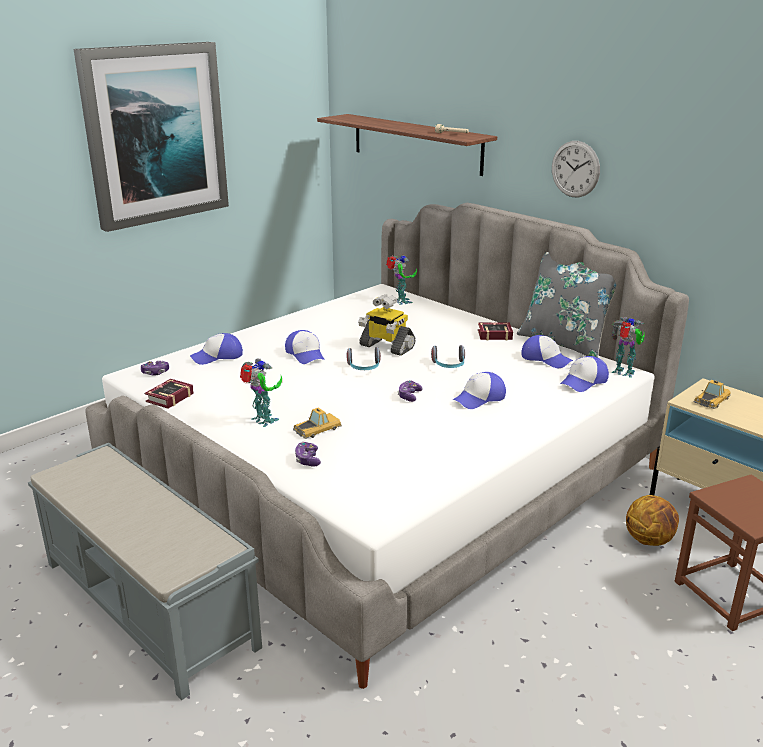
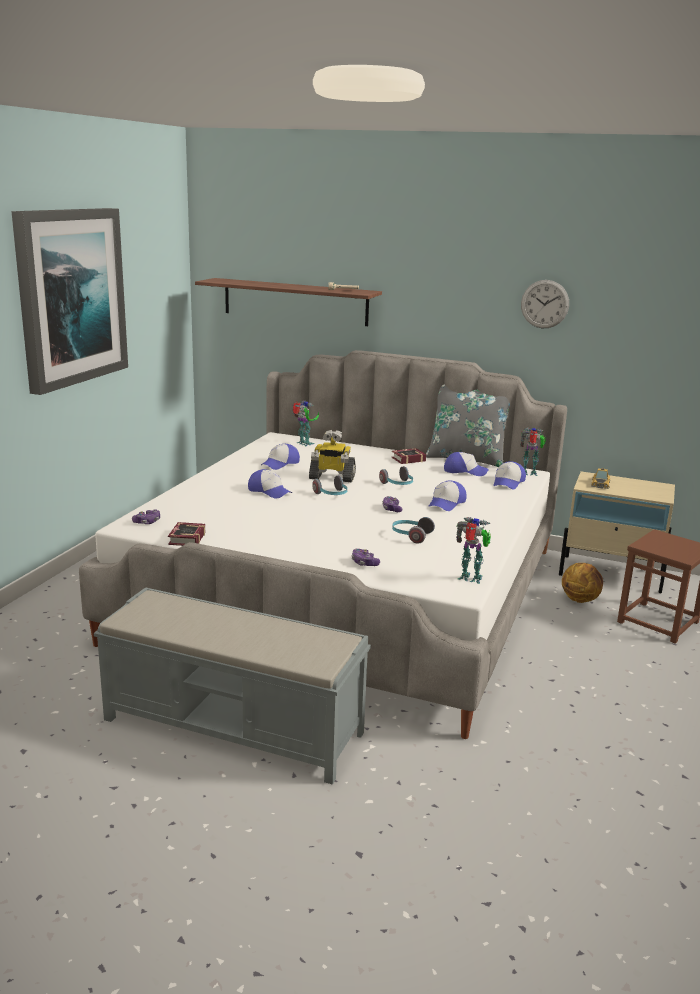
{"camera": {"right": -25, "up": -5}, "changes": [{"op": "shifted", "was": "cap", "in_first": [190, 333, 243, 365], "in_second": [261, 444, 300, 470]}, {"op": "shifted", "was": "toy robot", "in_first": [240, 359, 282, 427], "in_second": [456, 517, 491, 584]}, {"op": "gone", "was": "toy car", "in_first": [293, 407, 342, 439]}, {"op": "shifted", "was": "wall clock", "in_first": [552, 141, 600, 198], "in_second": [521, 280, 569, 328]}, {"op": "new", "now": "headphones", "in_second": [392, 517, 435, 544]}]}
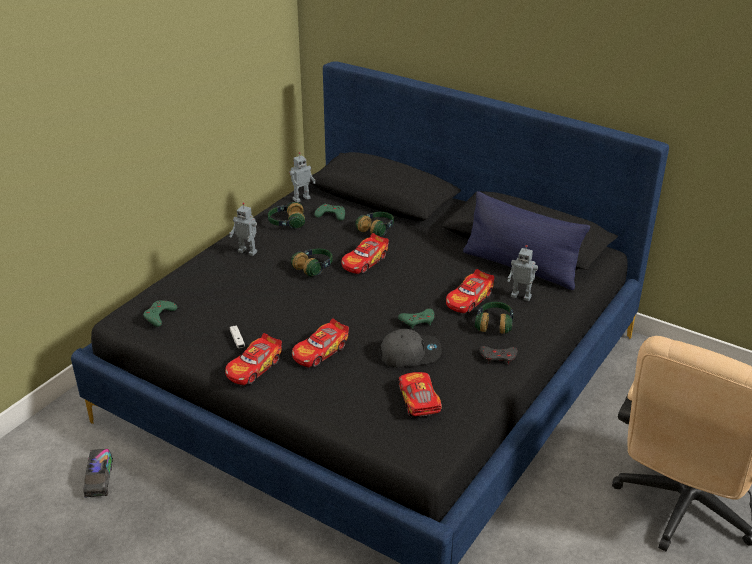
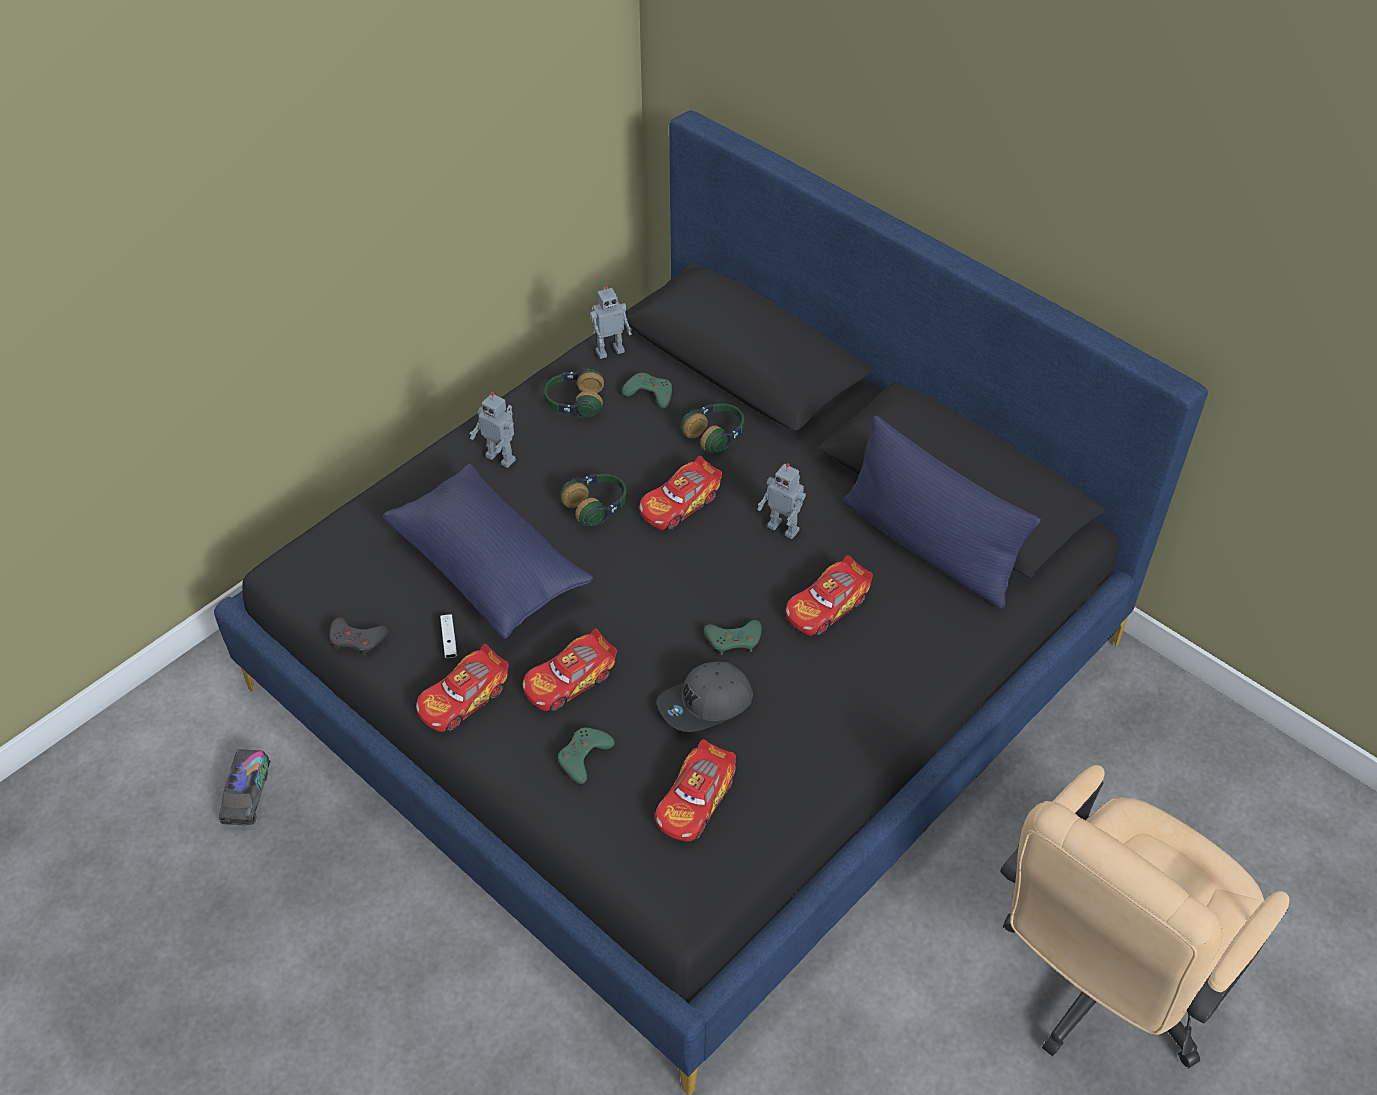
{"camera": {"right": 10, "up": 15}, "changes": [{"op": "shifted", "was": "game controller (green)", "in_first": [143, 300, 177, 327], "in_second": [558, 727, 615, 784]}, {"op": "rotated", "was": "cap (grey)", "in_first": [379, 329, 442, 367], "in_second": [657, 662, 753, 732], "clockwise": 150}, {"op": "rotated", "was": "toy car", "in_first": [399, 372, 442, 416], "in_second": [655, 740, 736, 842], "clockwise": -150}, {"op": "gone", "was": "headphones", "in_first": [475, 302, 513, 334]}, {"op": "shifted", "was": "game controller (grey)", "in_first": [479, 346, 518, 365], "in_second": [329, 618, 388, 655]}, {"op": "shifted", "was": "toy robot", "in_first": [507, 245, 538, 301], "in_second": [757, 463, 806, 539]}, {"op": "new", "now": "pillow (blue)", "in_second": [383, 464, 593, 639]}]}
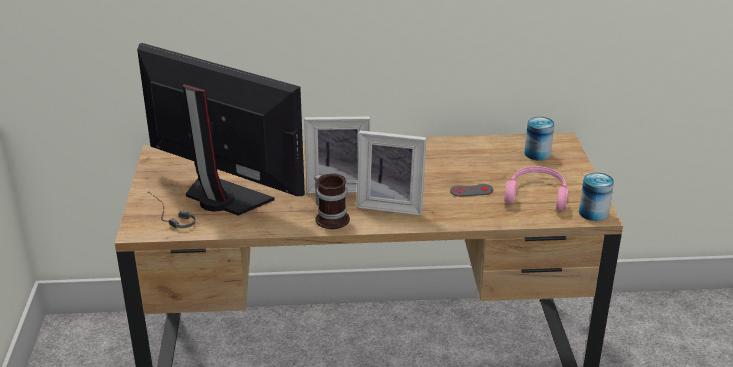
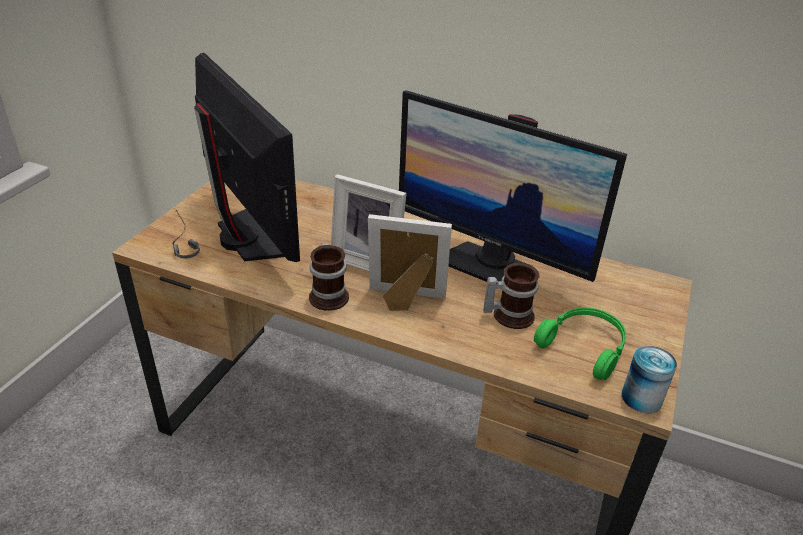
{"camera": {"right": 25, "up": 5}, "changes": [{"op": "rotated", "was": "picture frame", "in_first": [357, 130, 427, 216], "in_second": [368, 214, 452, 311], "clockwise": 150}, {"op": "swapped", "was": "game controller (grey)", "now": "mug", "in_first": [450, 184, 494, 197], "in_second": [483, 263, 539, 329]}, {"op": "repainted", "was": "headphones (pink)", "now": "headphones (green)", "in_first": [505, 166, 568, 211], "in_second": [534, 308, 626, 380]}, {"op": "gone", "was": "can", "in_first": [524, 117, 554, 161]}, {"op": "new", "now": "monitor", "in_second": [399, 90, 627, 282]}]}
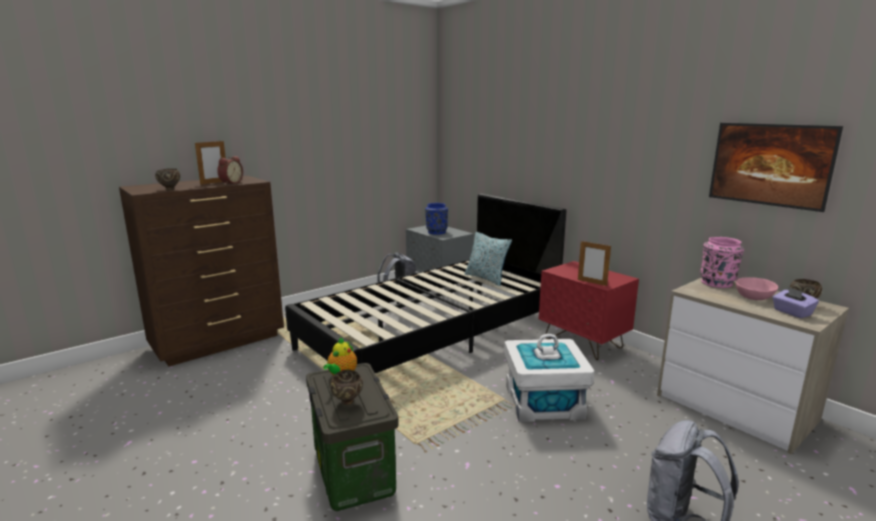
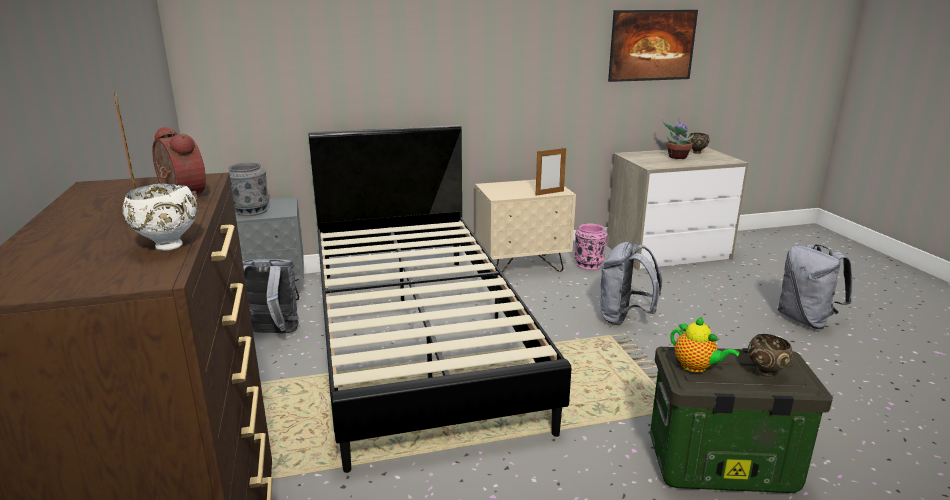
{"camera": {"right": -65, "up": 5}, "changes": [{"op": "repainted", "was": "bowl (brown)", "now": "bowl (white)", "in_first": [155, 169, 180, 190], "in_second": [122, 183, 197, 251]}, {"op": "repainted", "was": "vase (blue)", "now": "vase (grey)", "in_first": [425, 203, 448, 235], "in_second": [228, 163, 269, 216]}, {"op": "gone", "was": "pillow", "in_first": [465, 232, 512, 286]}, {"op": "swapped", "was": "storage box (white)", "now": "backpack (grey)", "in_first": [504, 334, 595, 422], "in_second": [600, 242, 662, 325]}, {"op": "repainted", "was": "nightstand (red)", "now": "nightstand (beige)", "in_first": [539, 261, 639, 360], "in_second": [475, 180, 576, 273]}, {"op": "shifted", "was": "vase (pink)", "in_first": [700, 237, 744, 288], "in_second": [574, 223, 607, 270]}, {"op": "swapped", "was": "bowl (pink)", "now": "potted plant", "in_first": [736, 277, 778, 300], "in_second": [663, 117, 694, 159]}, {"op": "gone", "was": "tissue box (purple)", "in_first": [772, 287, 819, 318]}]}
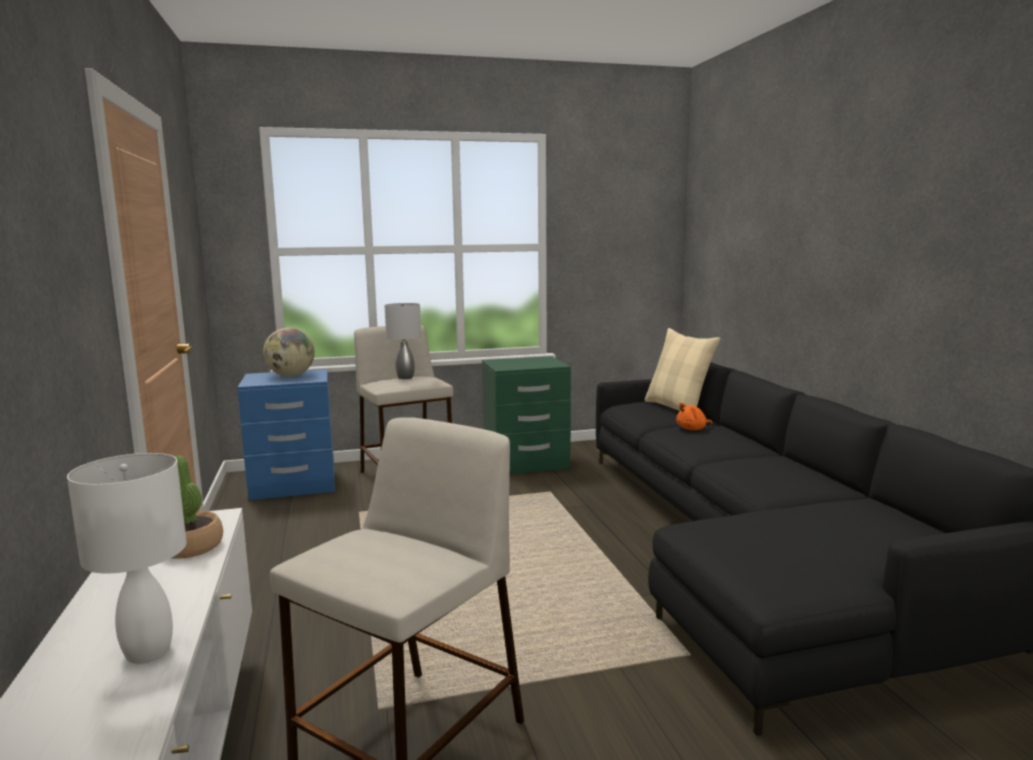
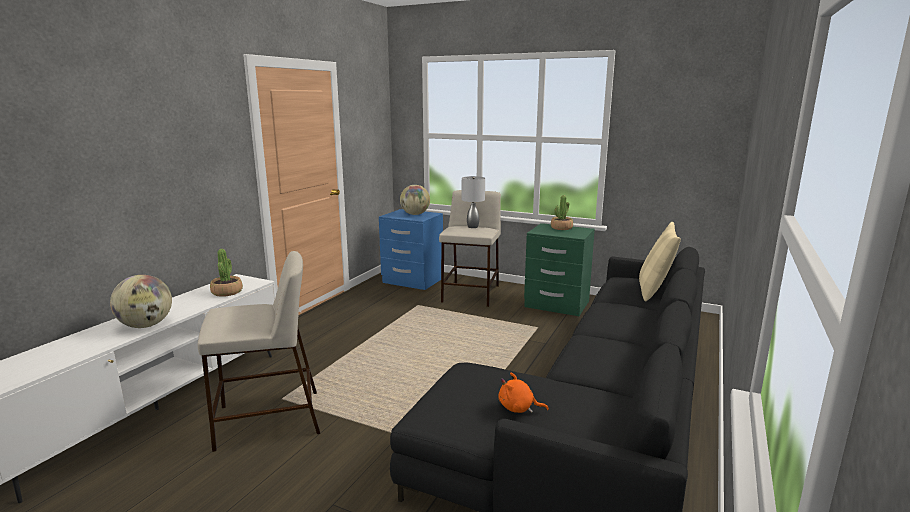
{"camera": {"right": 40, "up": 5}, "changes": [{"op": "swapped", "was": "table lamp (white)", "now": "globe", "in_first": [67, 453, 187, 664], "in_second": [110, 275, 172, 328]}, {"op": "shifted", "was": "plush toy (orange)", "in_first": [676, 403, 712, 430], "in_second": [499, 373, 549, 413]}, {"op": "new", "now": "potted plant", "in_second": [551, 195, 573, 230]}]}
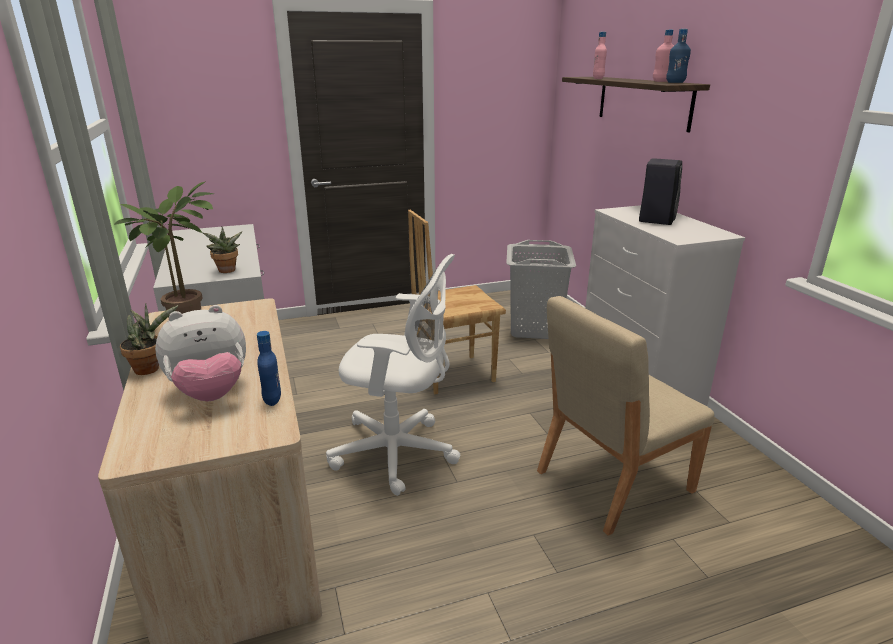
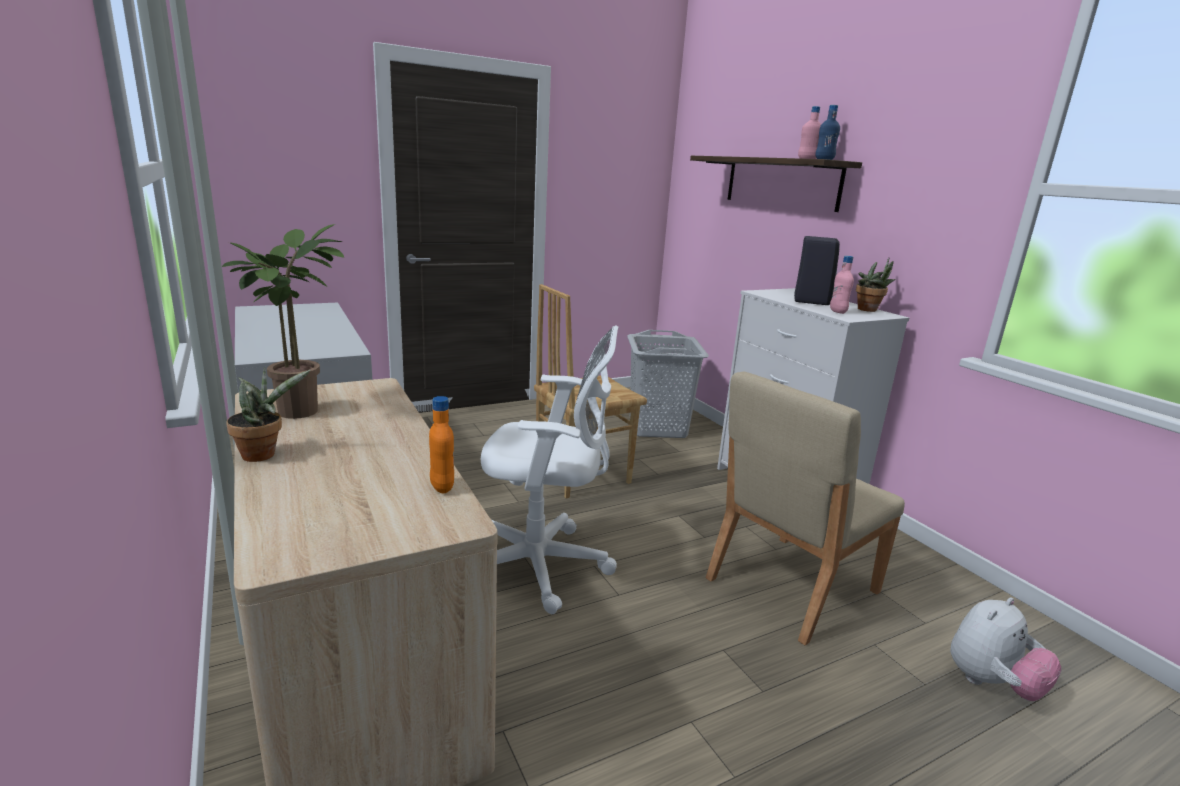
{"camera": {"right": -10, "up": -5}, "changes": [{"op": "shifted", "was": "plush toy", "in_first": [155, 305, 246, 401], "in_second": [950, 597, 1061, 701]}, {"op": "shifted", "was": "potted plant", "in_first": [203, 227, 242, 273], "in_second": [856, 258, 896, 312]}, {"op": "repainted", "was": "bottle (blue)", "now": "bottle (orange)", "in_first": [257, 331, 281, 406], "in_second": [429, 396, 454, 493]}, {"op": "shifted", "was": "bottle (pink)", "in_first": [593, 32, 607, 79], "in_second": [830, 256, 854, 314]}]}
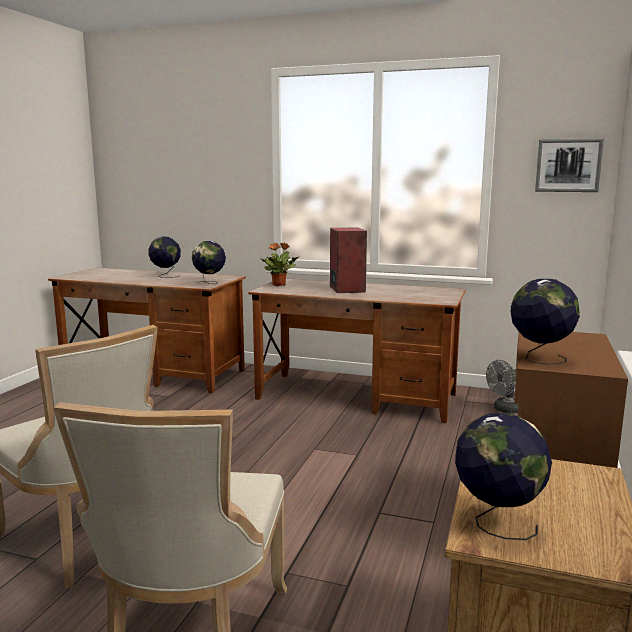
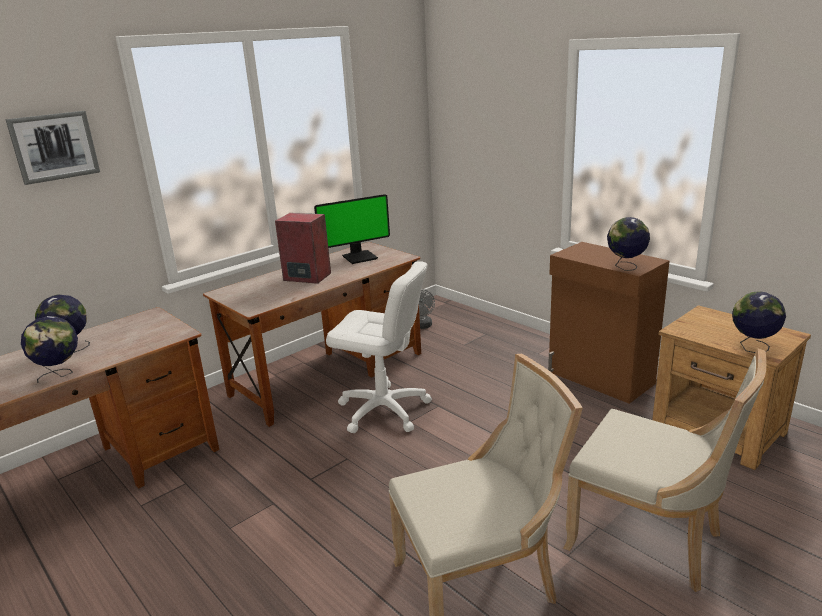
{"camera": {"right": -60, "up": 10}, "changes": [{"op": "shifted", "was": "globe", "in_first": [192, 241, 226, 284], "in_second": [21, 316, 78, 383]}, {"op": "gone", "was": "potted plant", "in_first": [261, 243, 298, 286]}, {"op": "shifted", "was": "picture", "in_first": [535, 138, 604, 192], "in_second": [5, 111, 100, 185]}, {"op": "new", "now": "monitor", "in_second": [314, 194, 390, 264]}, {"op": "new", "now": "office chair (white)", "in_second": [326, 261, 432, 433]}]}
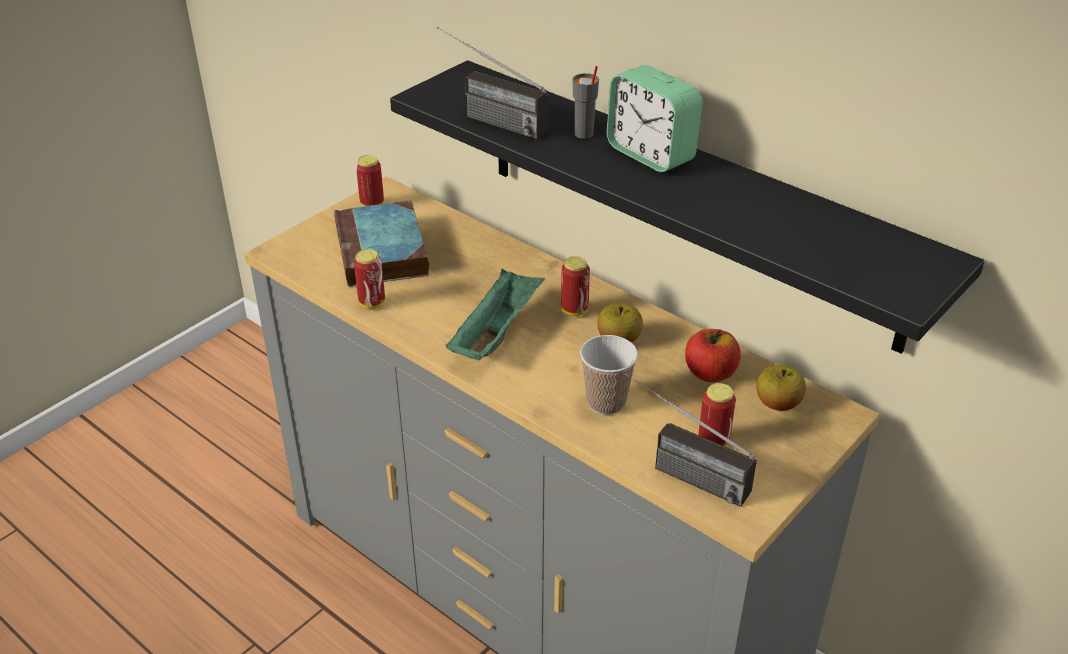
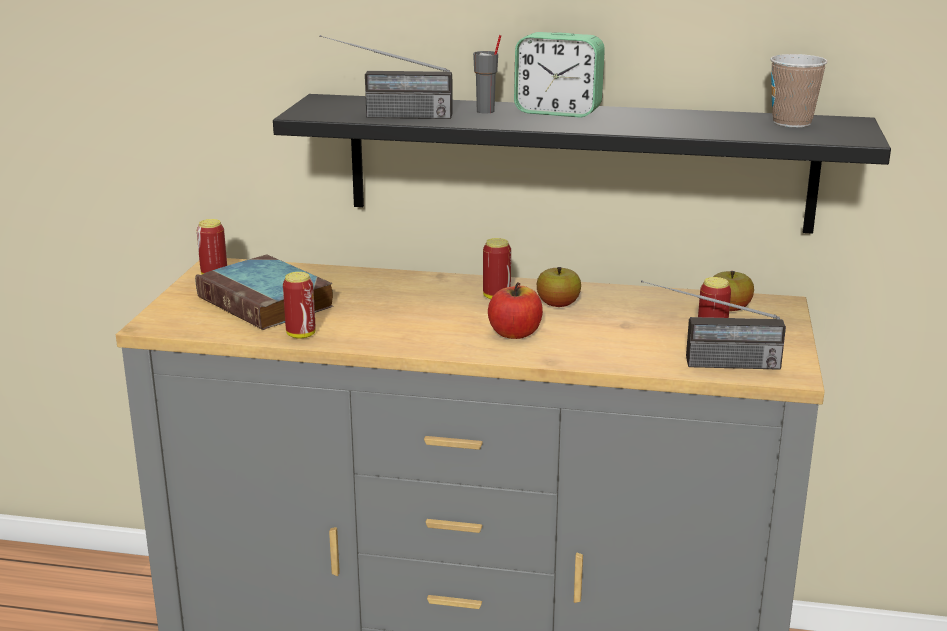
{"camera": {"right": -30, "up": -15}, "changes": [{"op": "gone", "was": "tray (green)", "in_first": [446, 269, 545, 360]}, {"op": "shifted", "was": "cup", "in_first": [580, 335, 638, 415], "in_second": [770, 54, 828, 128]}, {"op": "shifted", "was": "apple", "in_first": [685, 329, 741, 382], "in_second": [488, 282, 543, 339]}]}
